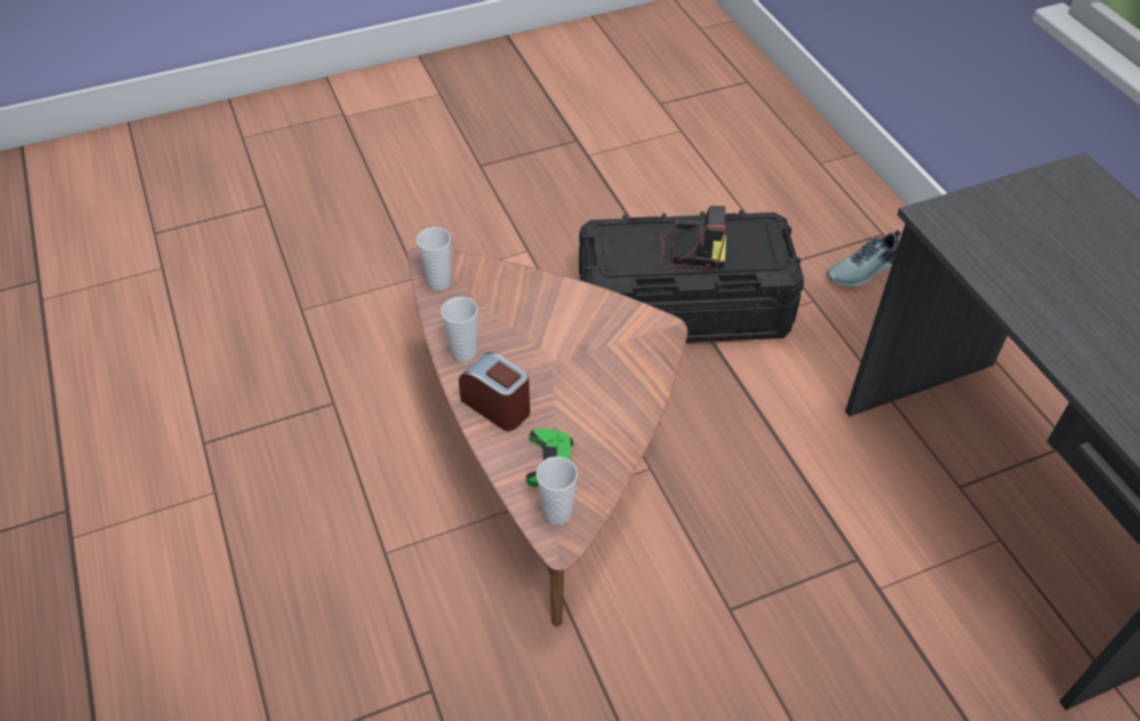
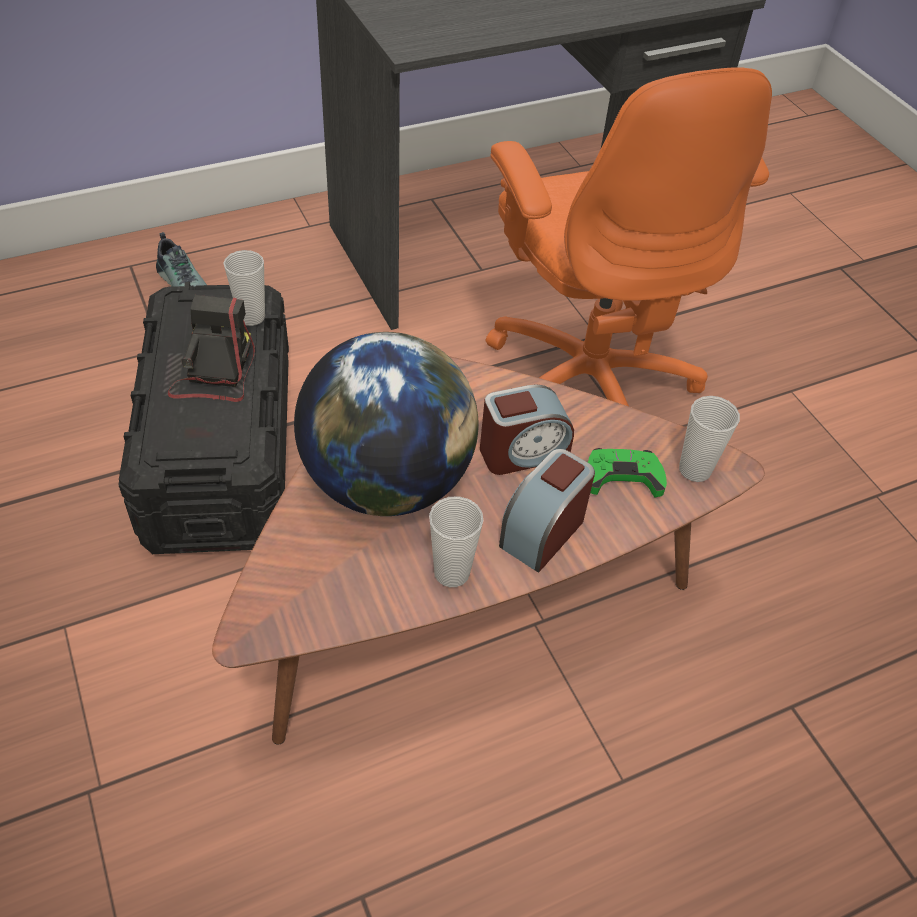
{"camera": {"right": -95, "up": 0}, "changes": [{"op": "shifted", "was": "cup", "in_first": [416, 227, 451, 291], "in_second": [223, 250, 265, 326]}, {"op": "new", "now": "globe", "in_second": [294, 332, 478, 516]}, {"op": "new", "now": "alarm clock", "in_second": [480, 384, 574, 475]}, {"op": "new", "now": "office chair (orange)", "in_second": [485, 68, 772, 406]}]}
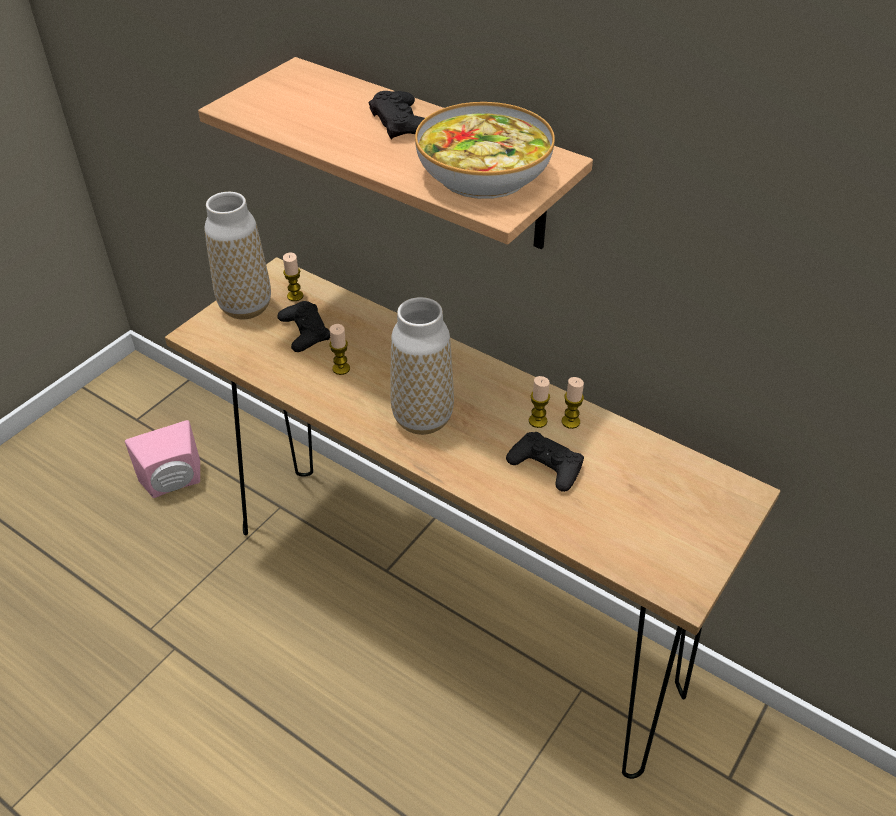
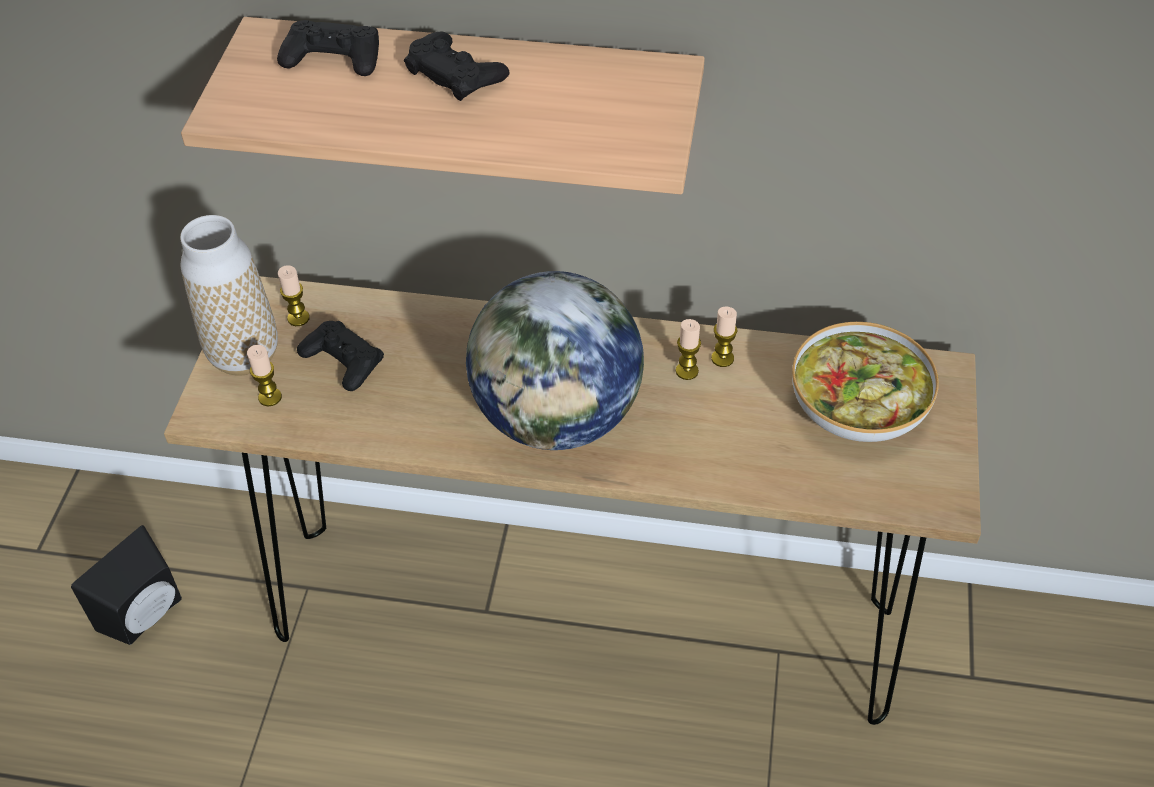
{"camera": {"right": -25, "up": 5}, "changes": [{"op": "repainted", "was": "speaker (pink)", "now": "speaker (black)", "in_first": [125, 420, 200, 498], "in_second": [71, 525, 182, 645]}, {"op": "shifted", "was": "candle", "in_first": [329, 324, 350, 375], "in_second": [247, 345, 282, 406]}, {"op": "swapped", "was": "vase", "now": "globe", "in_first": [390, 297, 454, 435], "in_second": [466, 271, 644, 450]}, {"op": "shifted", "was": "bowl", "in_first": [415, 102, 555, 199], "in_second": [792, 322, 939, 442]}, {"op": "shifted", "was": "game controller (black)", "in_first": [506, 432, 584, 492], "in_second": [277, 20, 379, 76]}]}
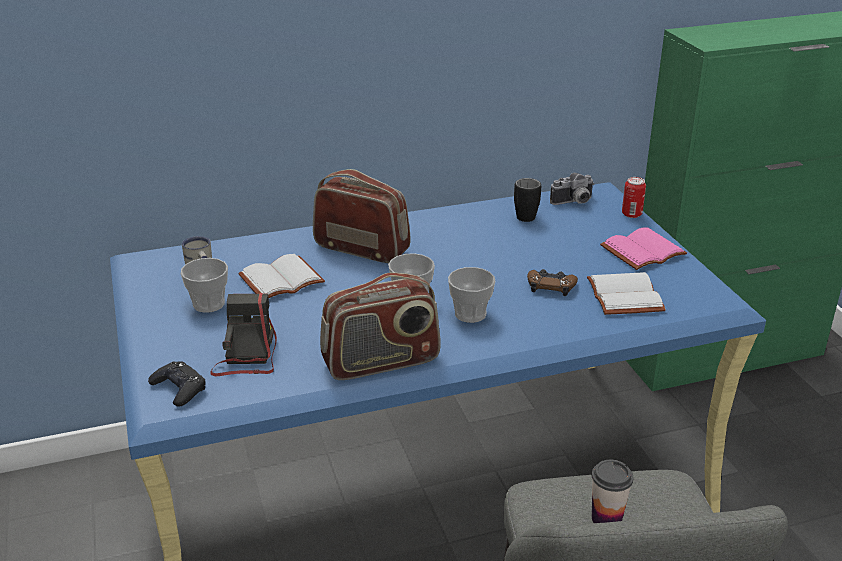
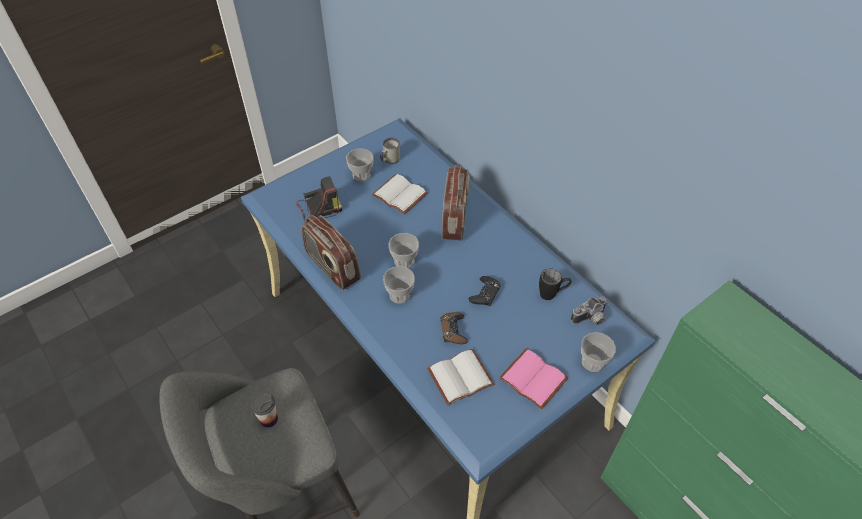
{"camera": {"right": 70, "up": 20}, "changes": [{"op": "shifted", "was": "game controller (black)", "in_first": [148, 361, 205, 407], "in_second": [469, 276, 501, 306]}, {"op": "rotated", "was": "photo camera", "in_first": [550, 173, 594, 205], "in_second": [571, 297, 607, 325], "clockwise": -75}, {"op": "swapped", "was": "can", "now": "cup", "in_first": [622, 177, 646, 218], "in_second": [581, 332, 616, 372]}]}
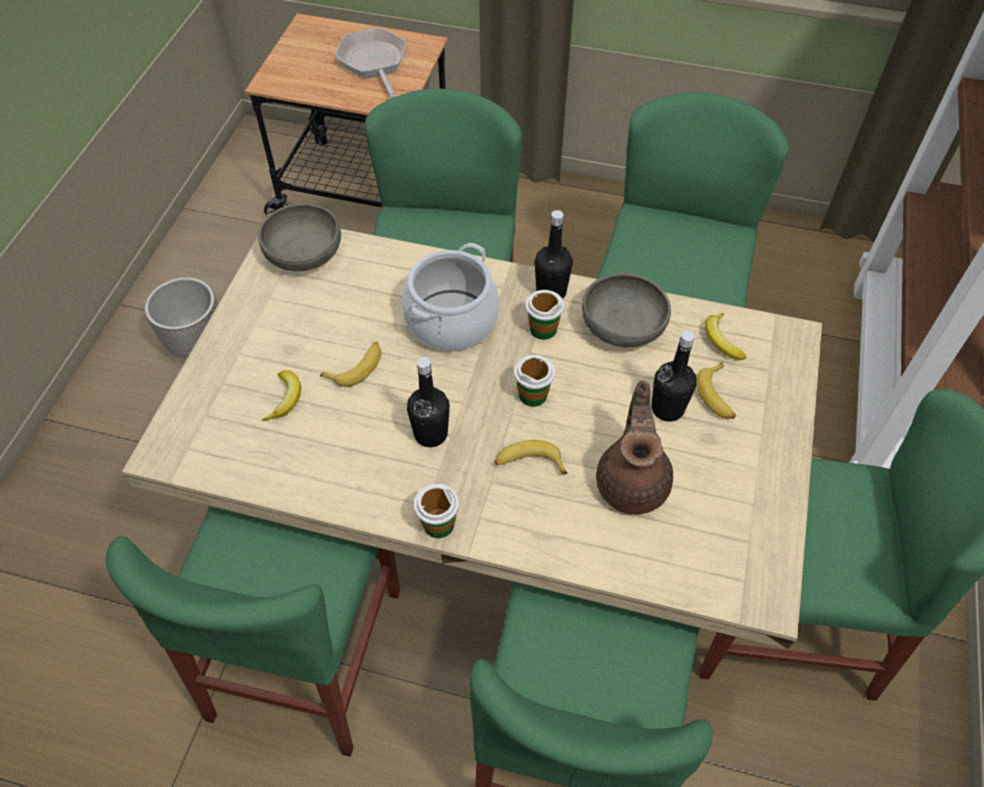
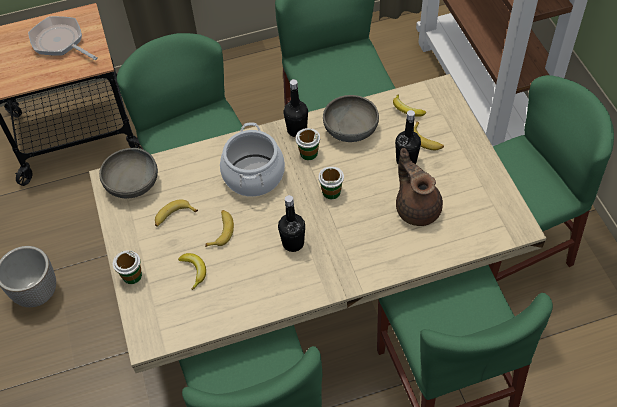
{"camera": {"right": -30, "up": 0}, "changes": [{"op": "shifted", "was": "cup", "in_first": [414, 484, 459, 538], "in_second": [113, 250, 142, 284]}, {"op": "shifted", "was": "banana", "in_first": [495, 440, 568, 474], "in_second": [155, 199, 198, 226]}]}
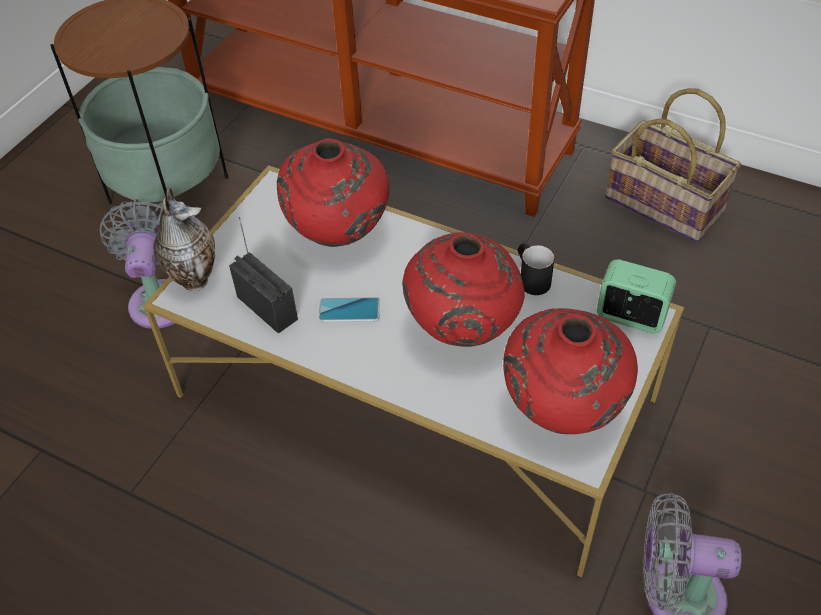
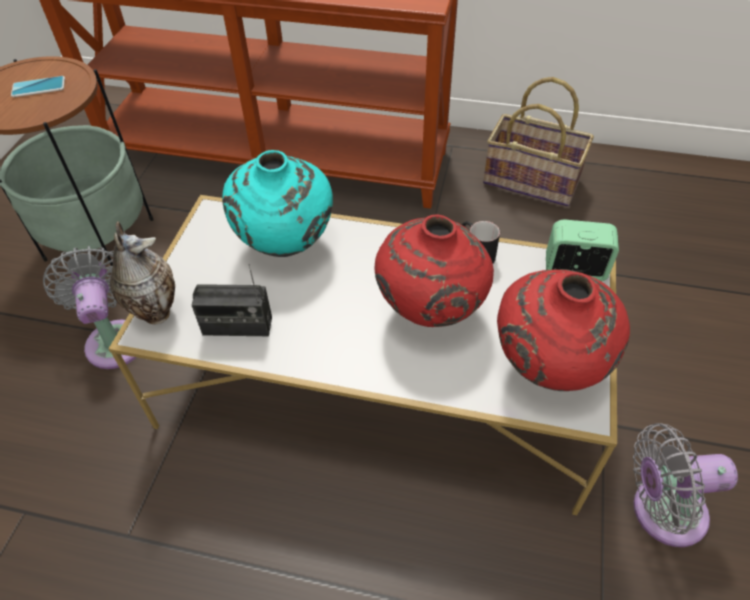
{"camera": {"right": -15, "up": 0}, "changes": [{"op": "rotated", "was": "radio", "in_first": [229, 217, 298, 334], "in_second": [192, 264, 272, 336], "clockwise": 150}, {"op": "repainted", "was": "vase (red)", "now": "vase (turquoise)", "in_first": [277, 138, 390, 247], "in_second": [222, 150, 333, 257]}, {"op": "shifted", "was": "phone", "in_first": [318, 297, 380, 322], "in_second": [11, 76, 65, 97]}]}
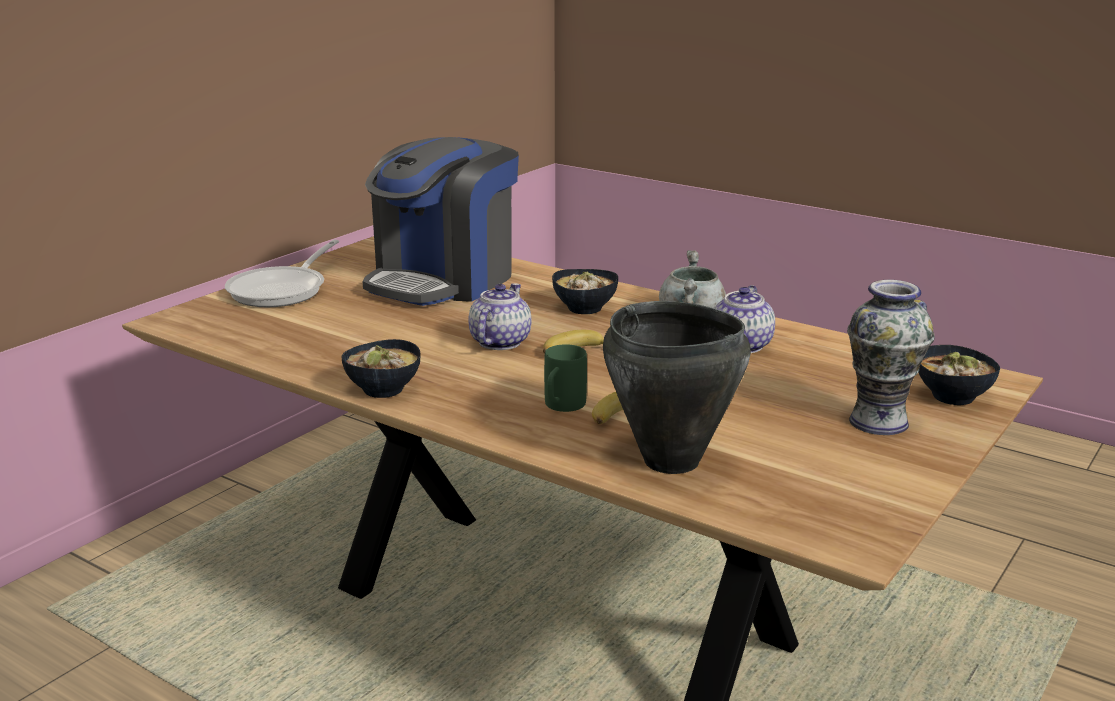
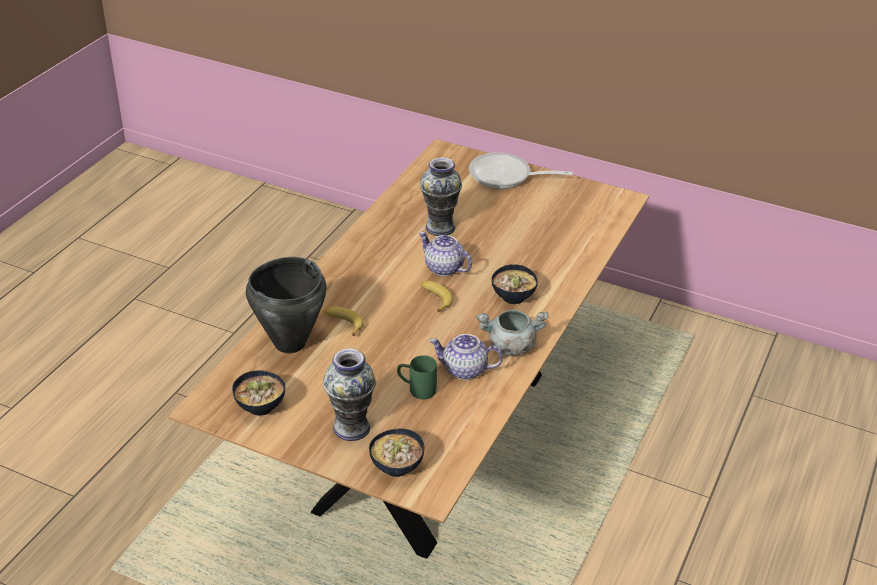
{"camera": {"right": 80, "up": 15}, "changes": [{"op": "shifted", "was": "bowl", "in_first": [341, 339, 420, 398], "in_second": [232, 370, 285, 416]}, {"op": "gone", "was": "coffee machine", "in_first": [363, 137, 519, 306]}, {"op": "rotated", "was": "teapot", "in_first": [468, 284, 531, 350], "in_second": [419, 232, 472, 276], "clockwise": -150}, {"op": "shifted", "was": "mug (green)", "in_first": [544, 344, 587, 412], "in_second": [397, 355, 437, 399]}, {"op": "new", "now": "vase", "in_second": [420, 157, 462, 236]}]}
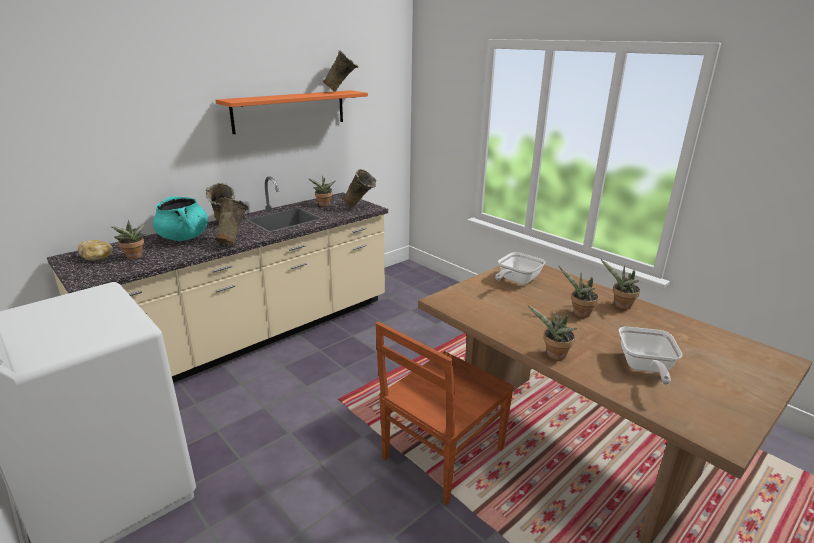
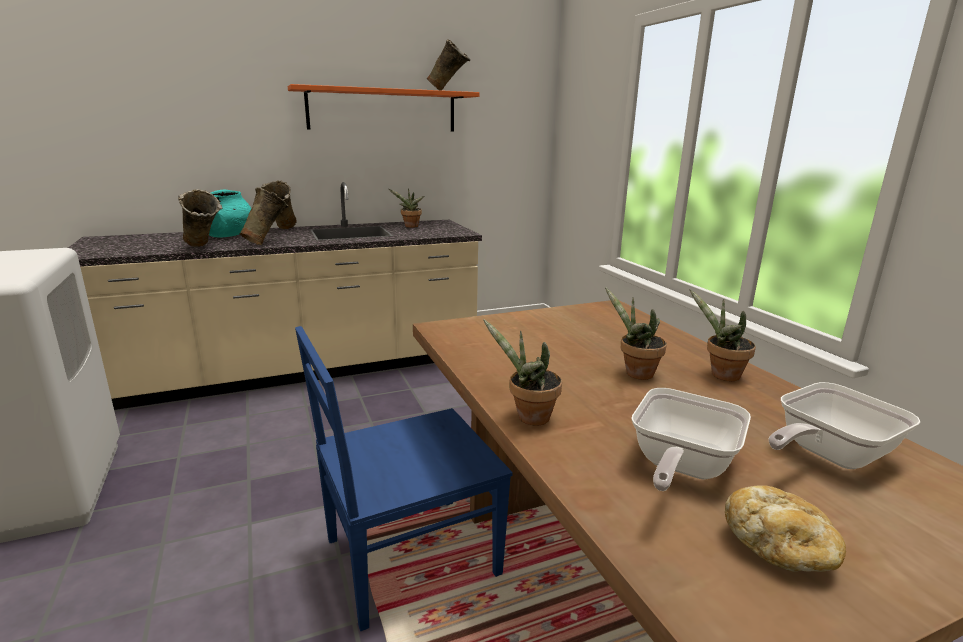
{"camera": {"right": 20, "up": -5}, "changes": [{"op": "shifted", "was": "bread", "in_first": [78, 240, 113, 261], "in_second": [725, 485, 846, 572]}, {"op": "gone", "was": "potted plant", "in_first": [112, 220, 147, 259]}, {"op": "shifted", "was": "vase (beige)", "in_first": [343, 169, 377, 207], "in_second": [178, 189, 222, 247]}, {"op": "repainted", "was": "chair (brown)", "now": "chair (blue)", "in_first": [375, 322, 515, 505], "in_second": [295, 326, 513, 631]}, {"op": "shifted", "was": "frying pan", "in_first": [495, 252, 546, 285], "in_second": [769, 382, 921, 469]}]}
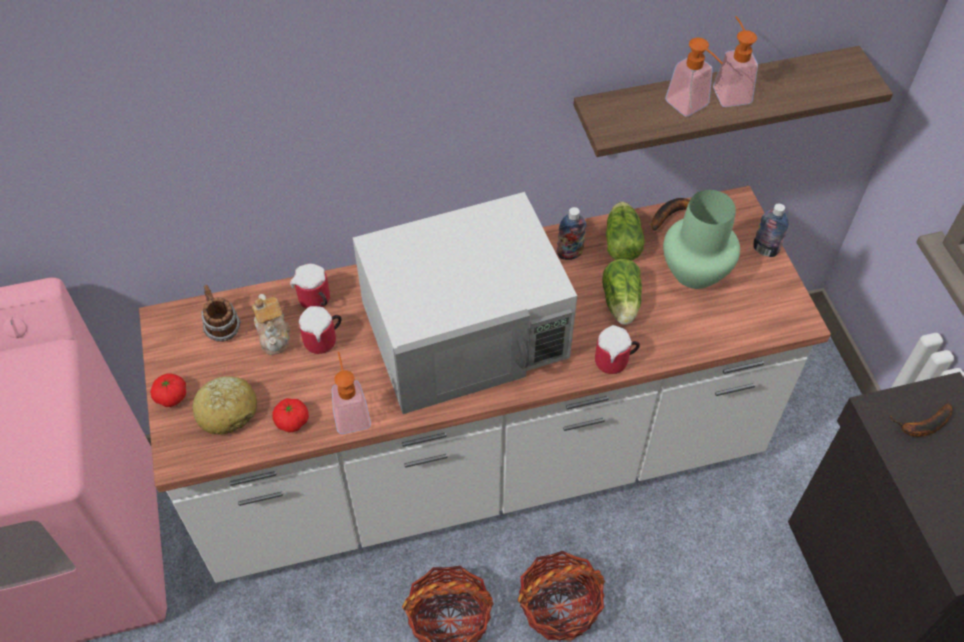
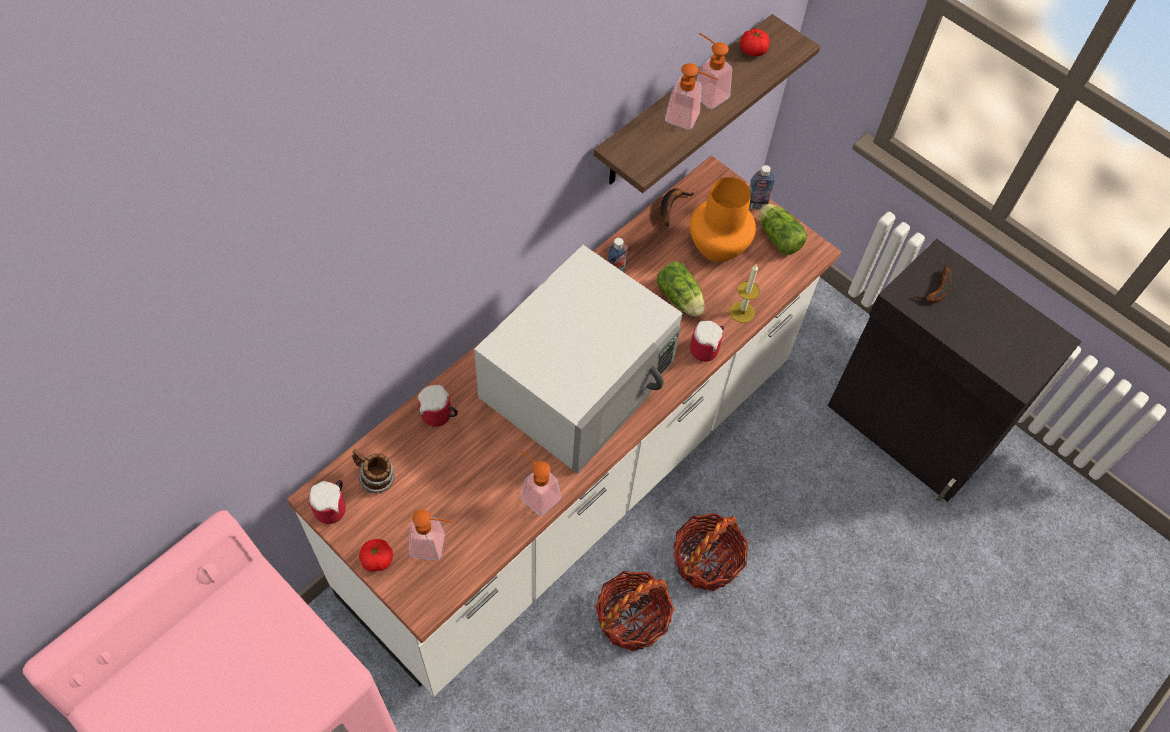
{"camera": {"right": -35, "up": 5}, "changes": [{"op": "swapped", "was": "bread", "now": "soap dispenser", "in_first": [193, 376, 257, 434], "in_second": [409, 510, 453, 560]}, {"op": "gone", "was": "teapot", "in_first": [251, 294, 290, 355]}, {"op": "shifted", "was": "tomato", "in_first": [272, 398, 309, 432], "in_second": [740, 29, 770, 56]}, {"op": "shifted", "was": "mug", "in_first": [299, 306, 342, 354], "in_second": [309, 480, 346, 524]}, {"op": "shifted", "was": "lettuce", "in_first": [606, 202, 645, 261], "in_second": [759, 204, 807, 255]}, {"op": "repainted", "was": "vase (green)", "now": "vase (orange)", "in_first": [663, 190, 740, 289], "in_second": [690, 177, 756, 262]}, {"op": "new", "now": "candle", "in_second": [730, 265, 760, 323]}]}
